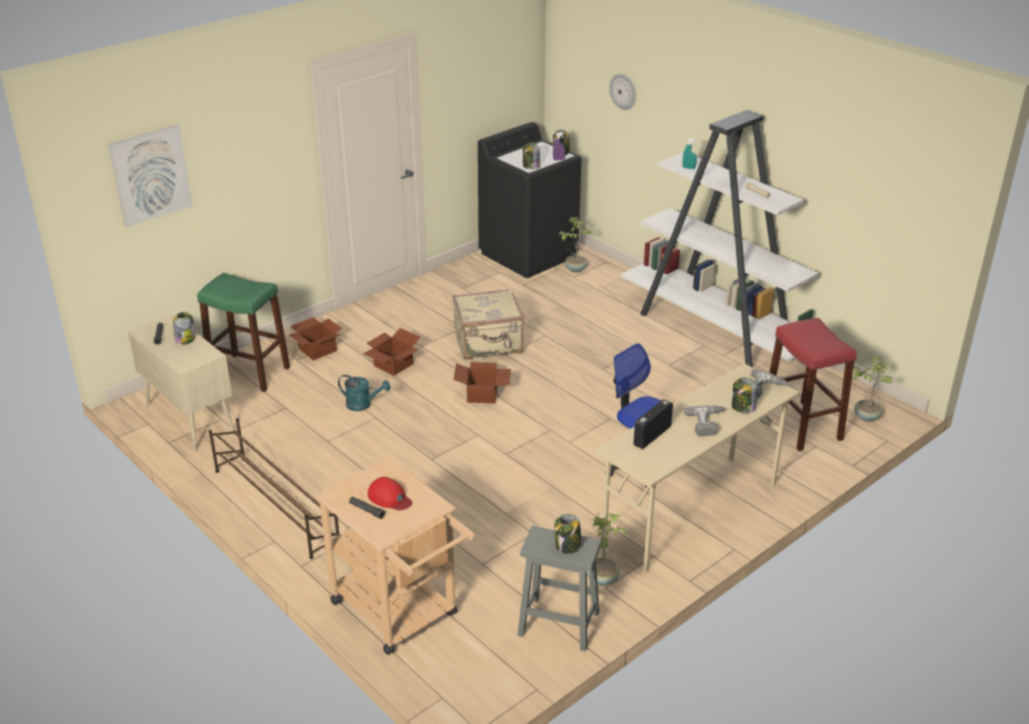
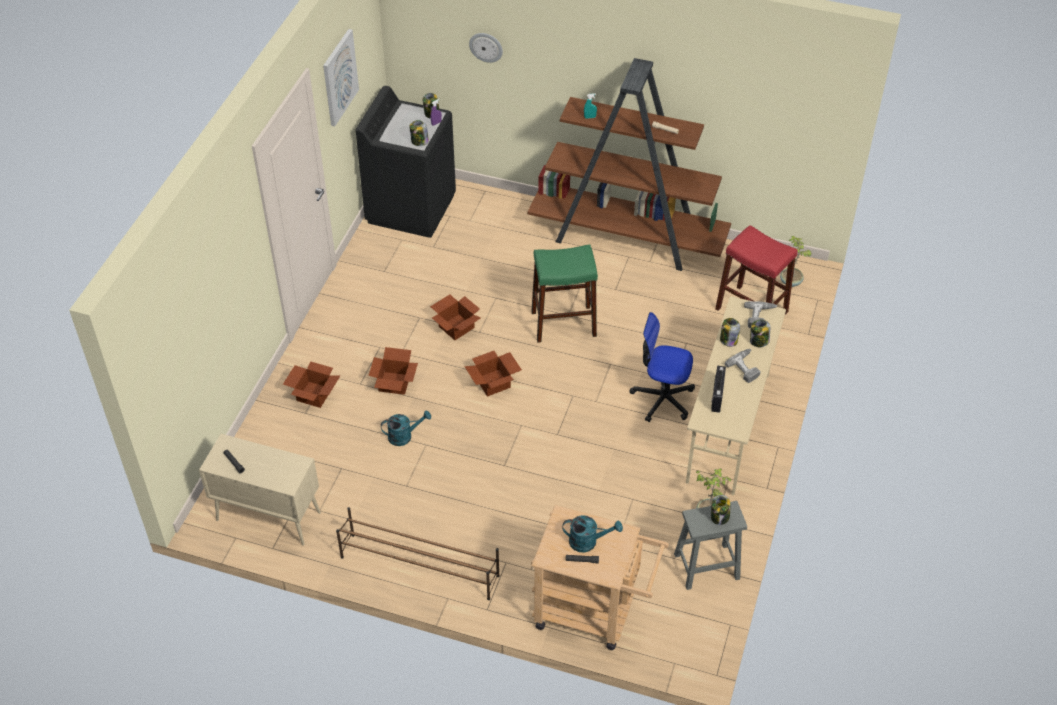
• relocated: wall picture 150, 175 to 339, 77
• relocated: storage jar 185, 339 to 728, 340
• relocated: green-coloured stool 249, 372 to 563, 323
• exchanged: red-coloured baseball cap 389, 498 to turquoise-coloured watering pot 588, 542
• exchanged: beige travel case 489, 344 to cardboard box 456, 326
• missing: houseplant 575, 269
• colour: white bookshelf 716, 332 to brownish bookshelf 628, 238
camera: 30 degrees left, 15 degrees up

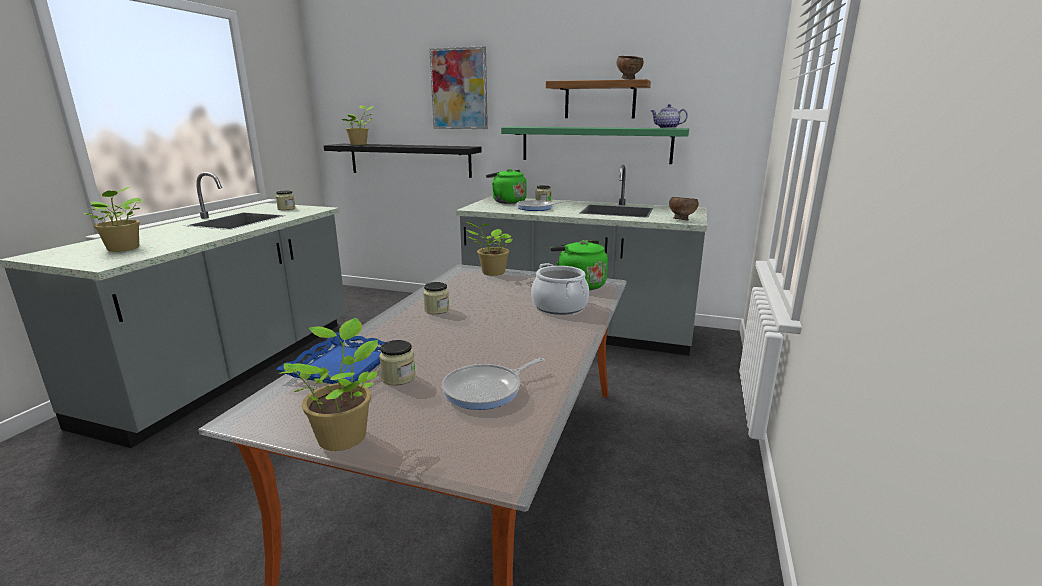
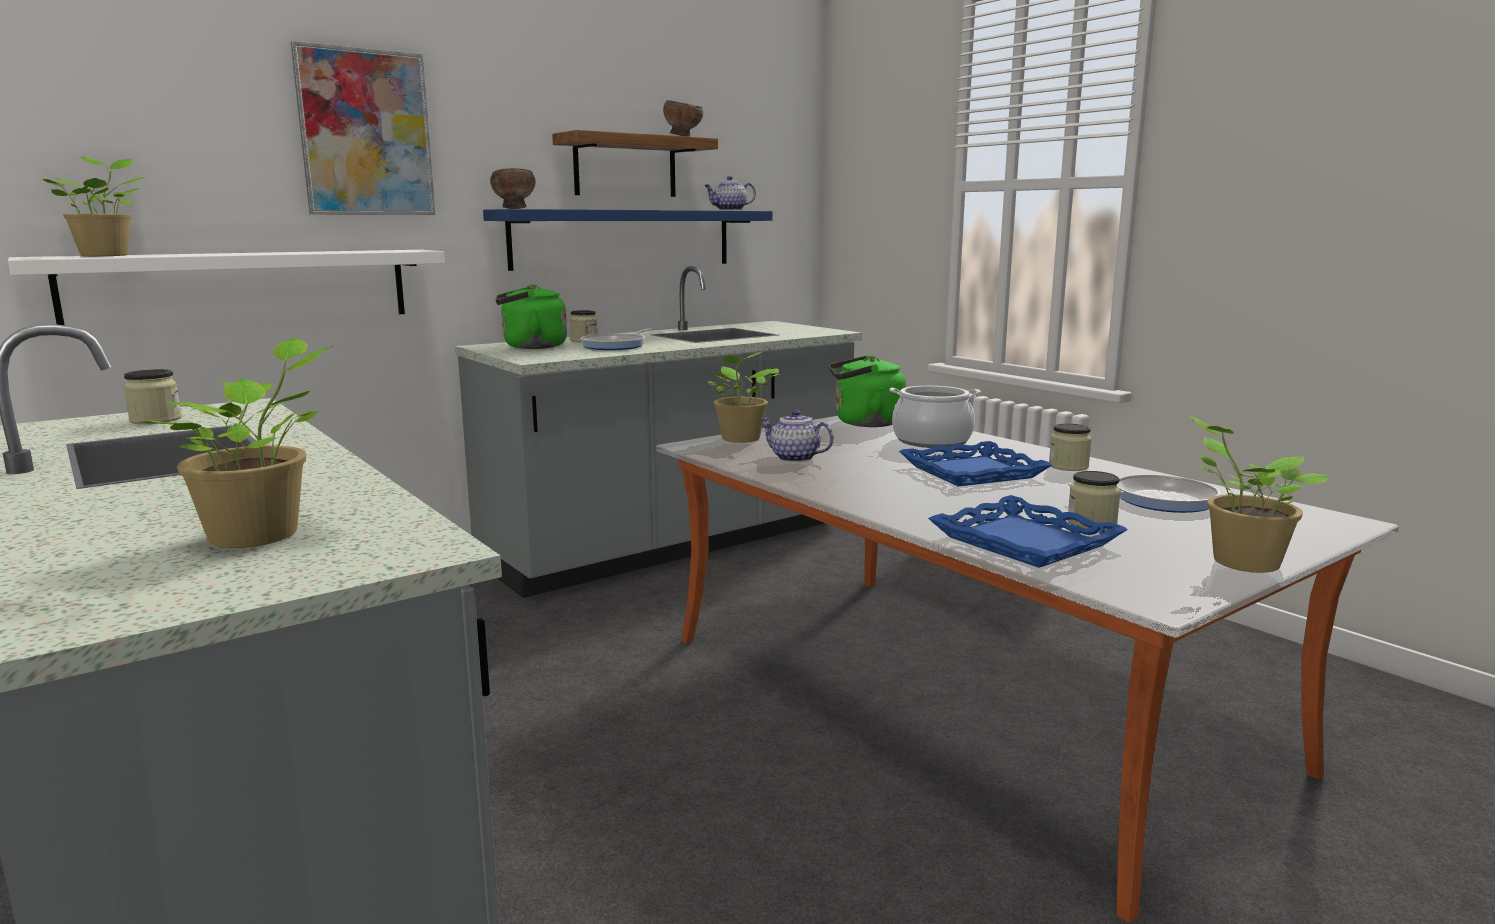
• colour: blackish bracket shelf 409, 160 to white bracket shelf 243, 288
• relocated: storage jar 437, 310 to 1068, 466
• spun: skillet 486, 390 = 1157, 500 90 degrees counterclockwise
• colour: green-coloured bracket shelf 595, 144 to bluish bracket shelf 624, 238
• relocated: brownish deep dish 681, 220 to 513, 209
• appeared: teapot 793, 458
• appeared: bluish serving tray 972, 472
camera: 55 degrees left, 5 degrees down

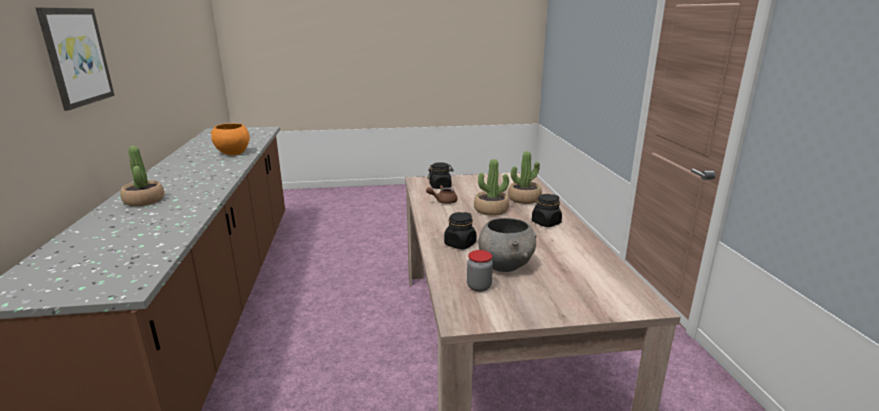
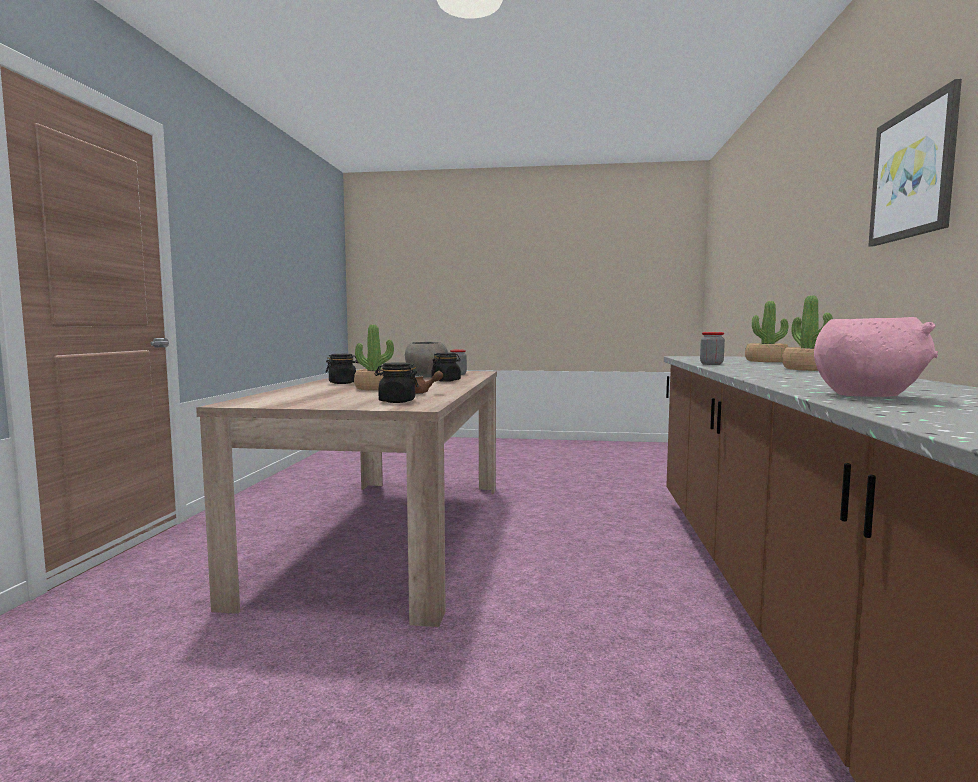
• colour: orange deep dish 233, 153 to pink-coloured deep dish 867, 395
• relocated: houseplant 524, 199 to 766, 361
• appeared: storage jar 711, 364
camera: 165 degrees left, 15 degrees down

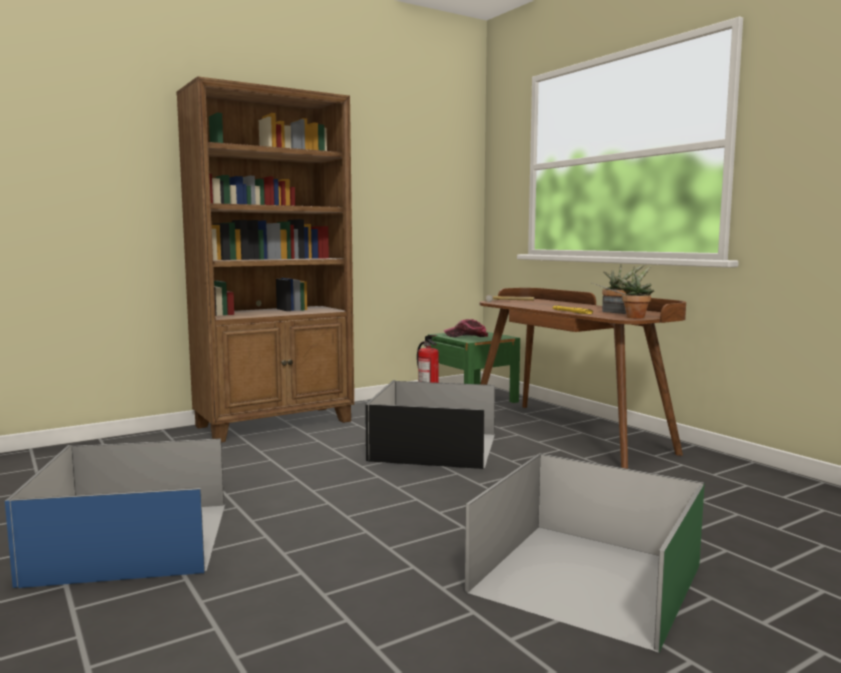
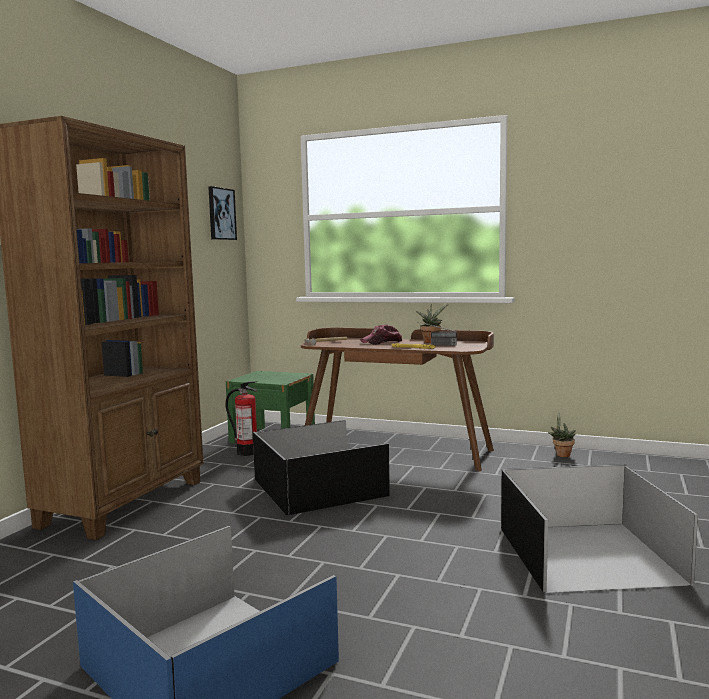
• relocated: baseball cap 466, 336 to 382, 342
• colour: green-coloured storage bin 583, 578 to blackish storage bin 585, 555
• relocated: houseplant 635, 317 to 561, 454
• appeared: wall picture 221, 214
camera: 35 degrees left, 0 degrees up

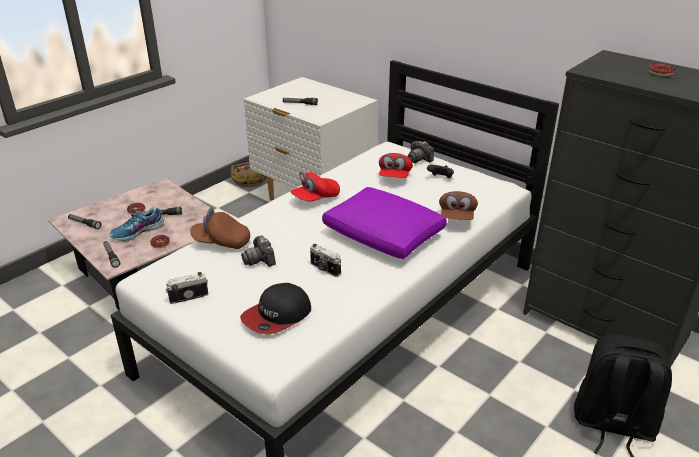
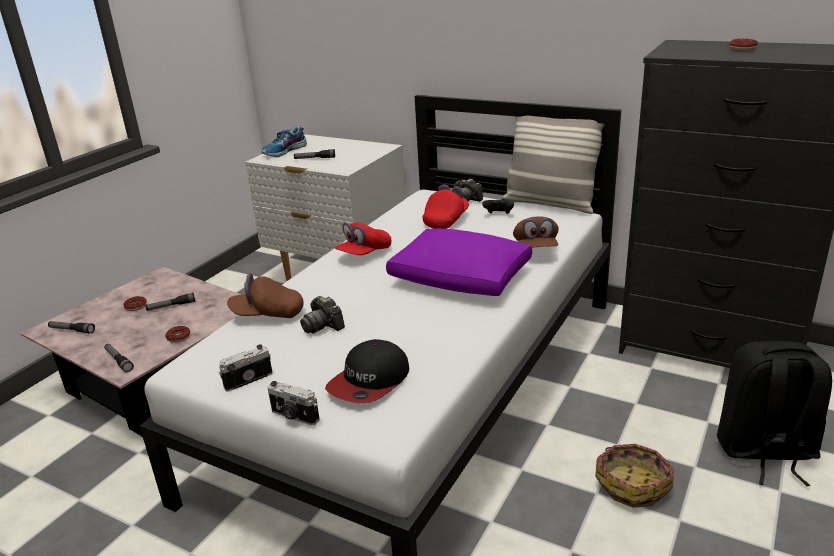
• relocated: item of footwear 138, 232 to 285, 151
• relocated: household basket 250, 179 to 632, 484
• relocated: still camera 324, 269 to 294, 416
• spun: red-coloured baseball cap 394, 176 = 446, 220 150 degrees counterclockwise
• appeared: pillow 549, 204
camera: 10 degrees left, 5 degrees down

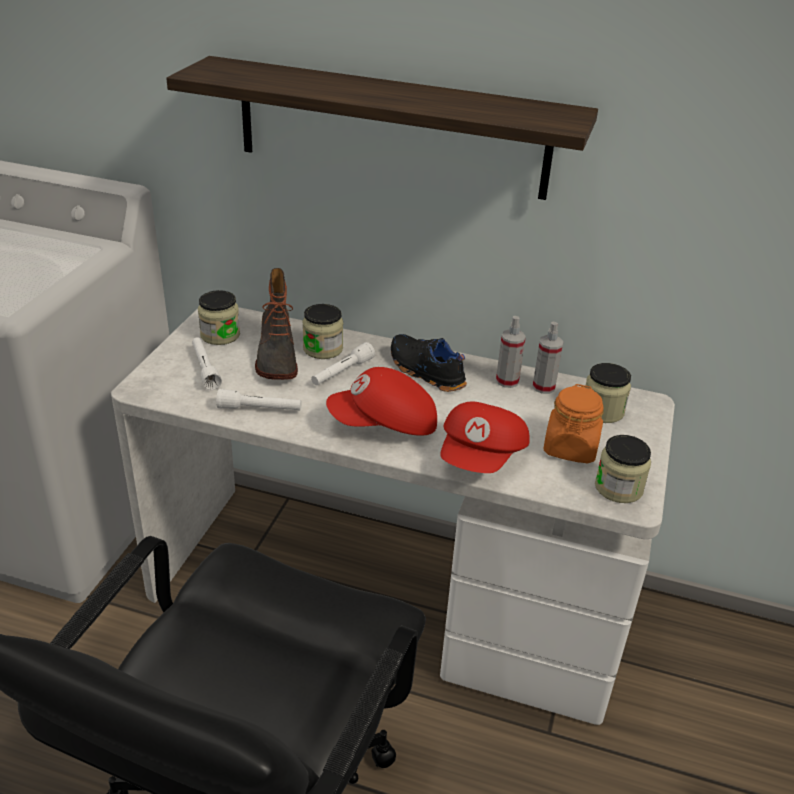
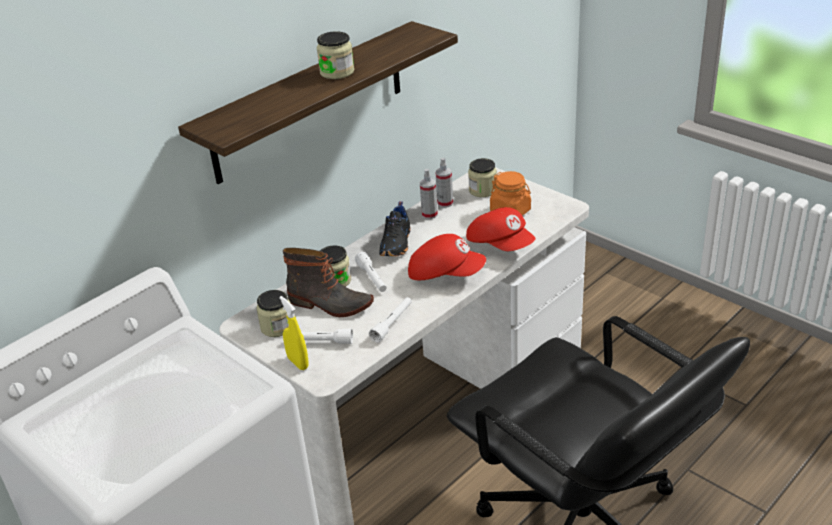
• spun: red-coloured baseball cap 384, 425 = 445, 274 90 degrees counterclockwise
• spun: blackish item of footwear 425, 372 = 397, 243 60 degrees counterclockwise
• relocated: storage jar 618, 488 to 337, 72
• appeared: yellow hand sprayer 298, 363
camera: 60 degrees left, 0 degrees up

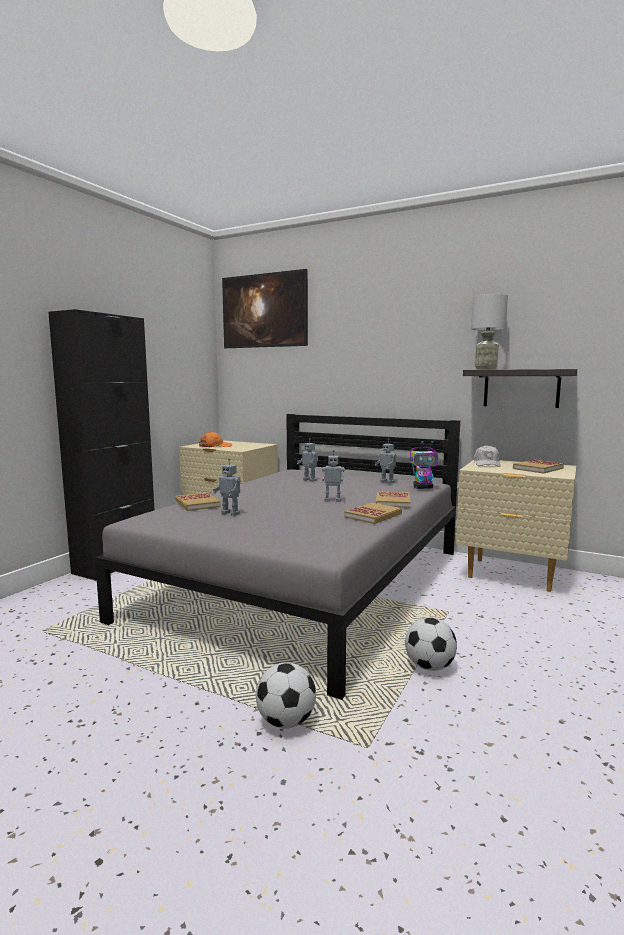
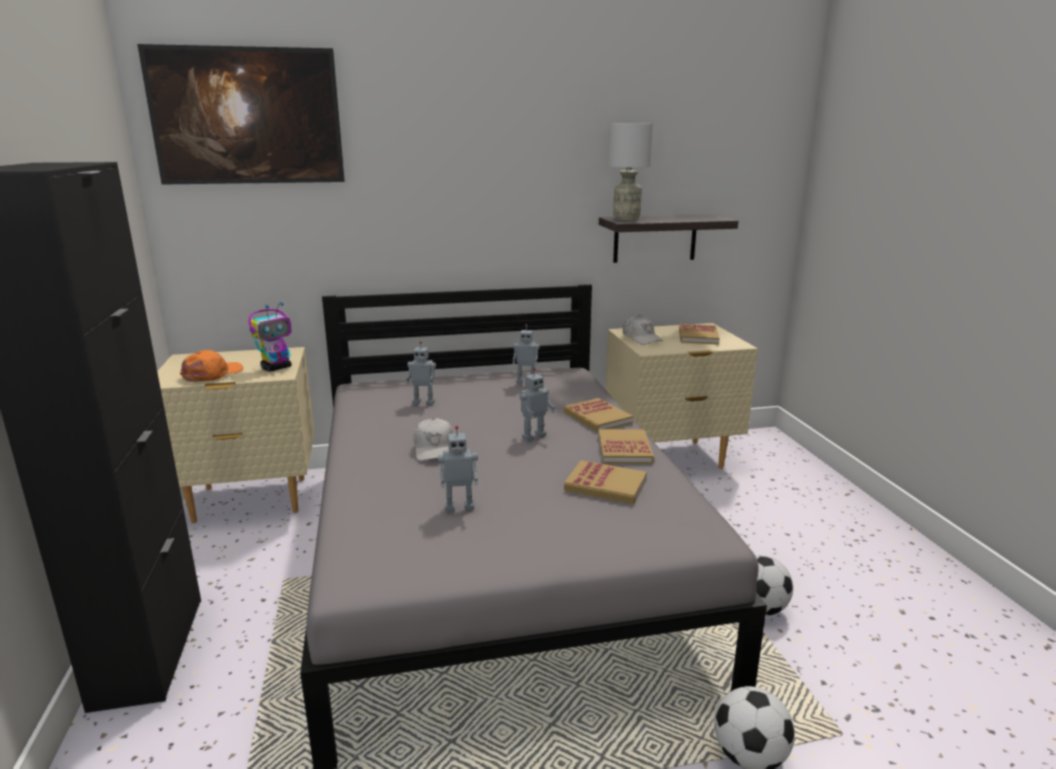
• relocated: bound book 197, 504 to 605, 485
• relocated: robot figure 423, 487 to 277, 368
• appeared: white baseball cap 434, 449
camera: 40 degrees left, 10 degrees up

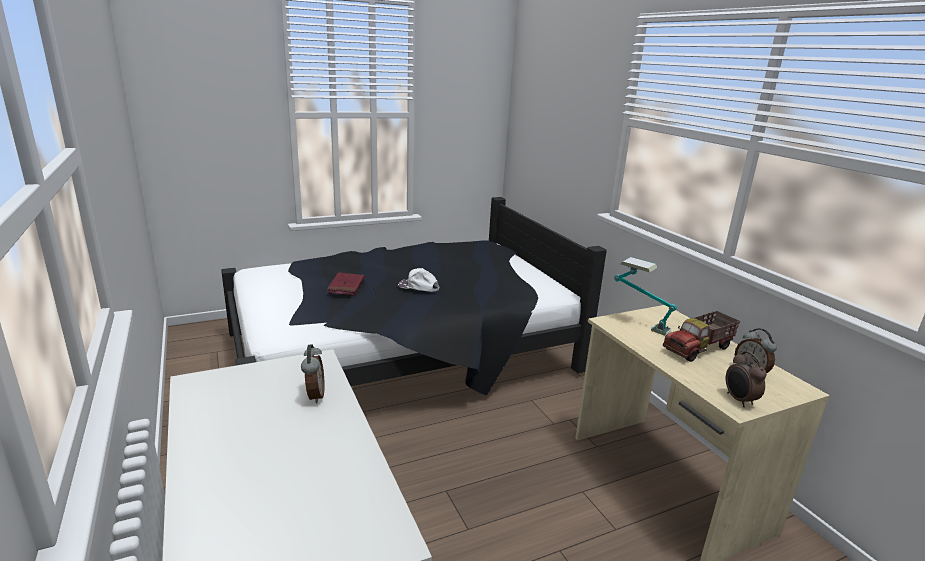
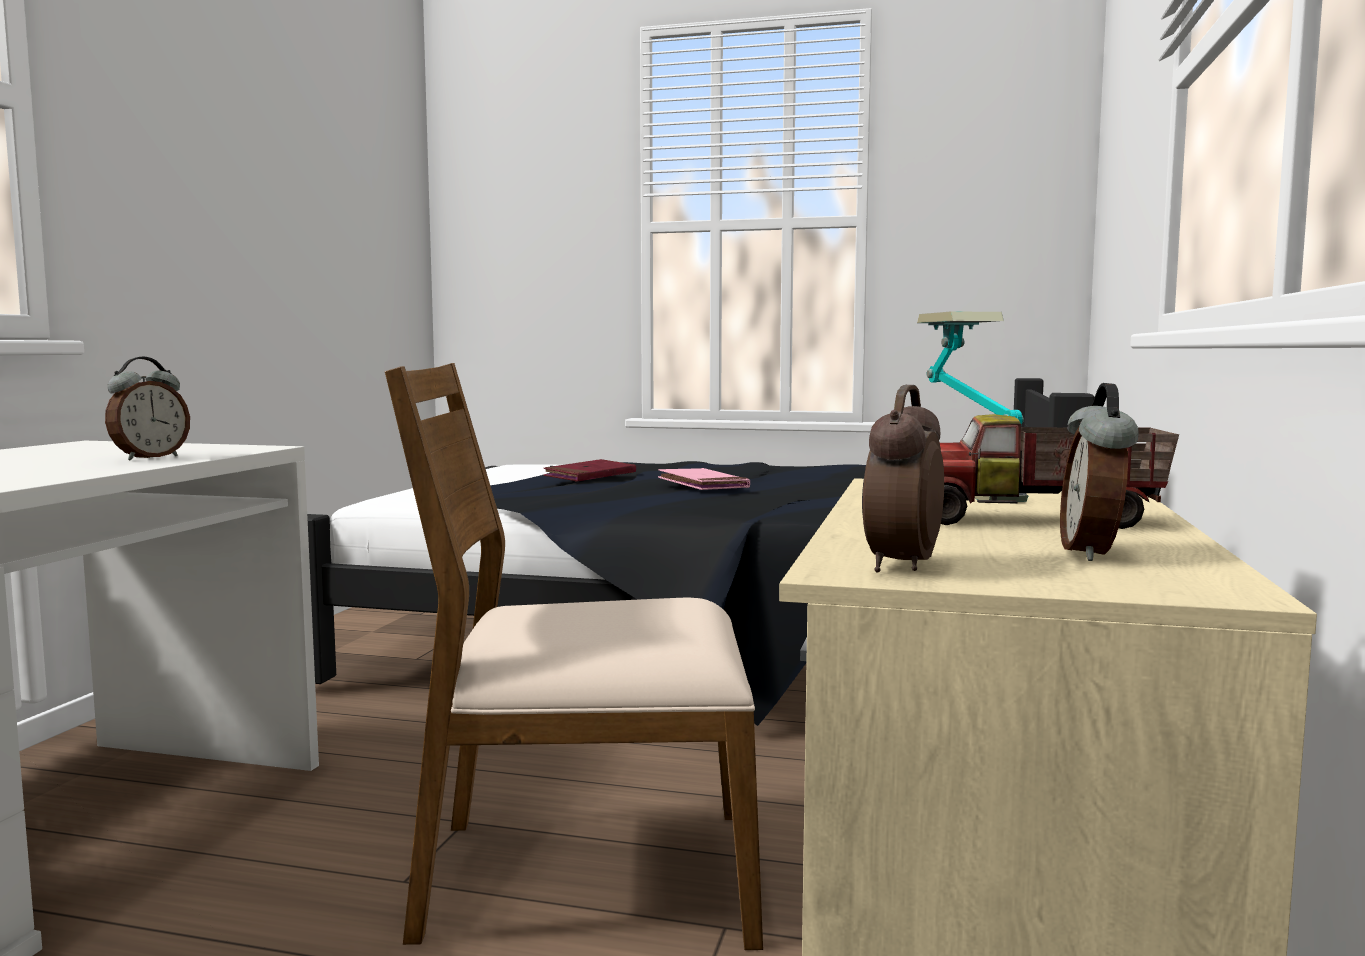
• exchanged: white baseball cap 418, 287 to pink-coloured bound book 703, 484
• appeared: brownish upright chair 587, 874
camera: 40 degrees right, 15 degrees down

